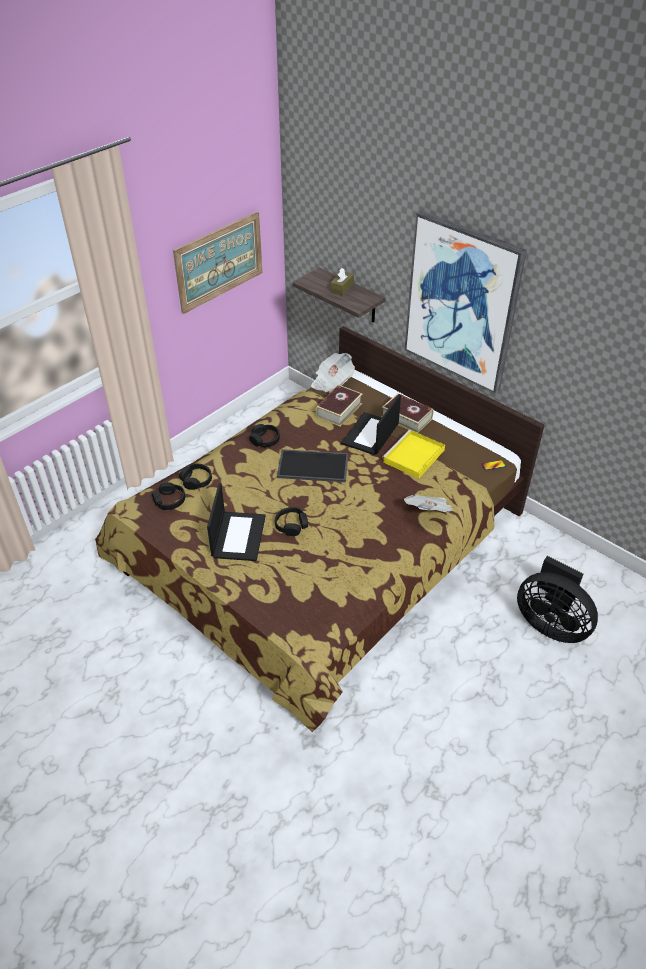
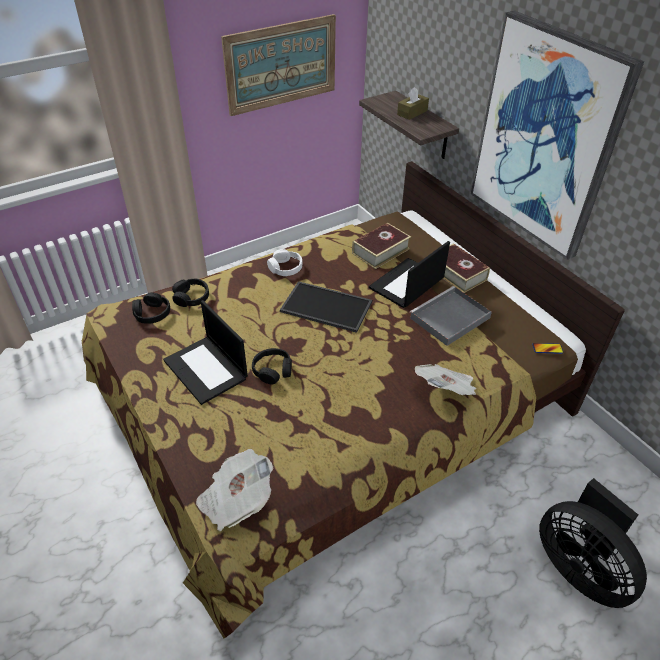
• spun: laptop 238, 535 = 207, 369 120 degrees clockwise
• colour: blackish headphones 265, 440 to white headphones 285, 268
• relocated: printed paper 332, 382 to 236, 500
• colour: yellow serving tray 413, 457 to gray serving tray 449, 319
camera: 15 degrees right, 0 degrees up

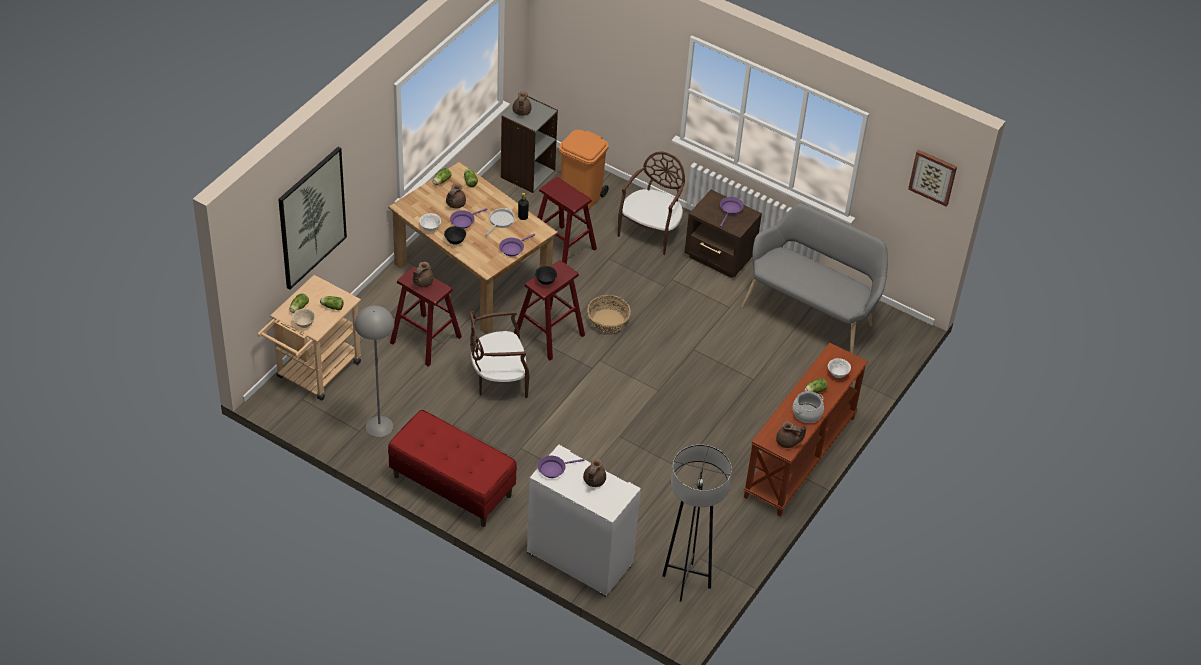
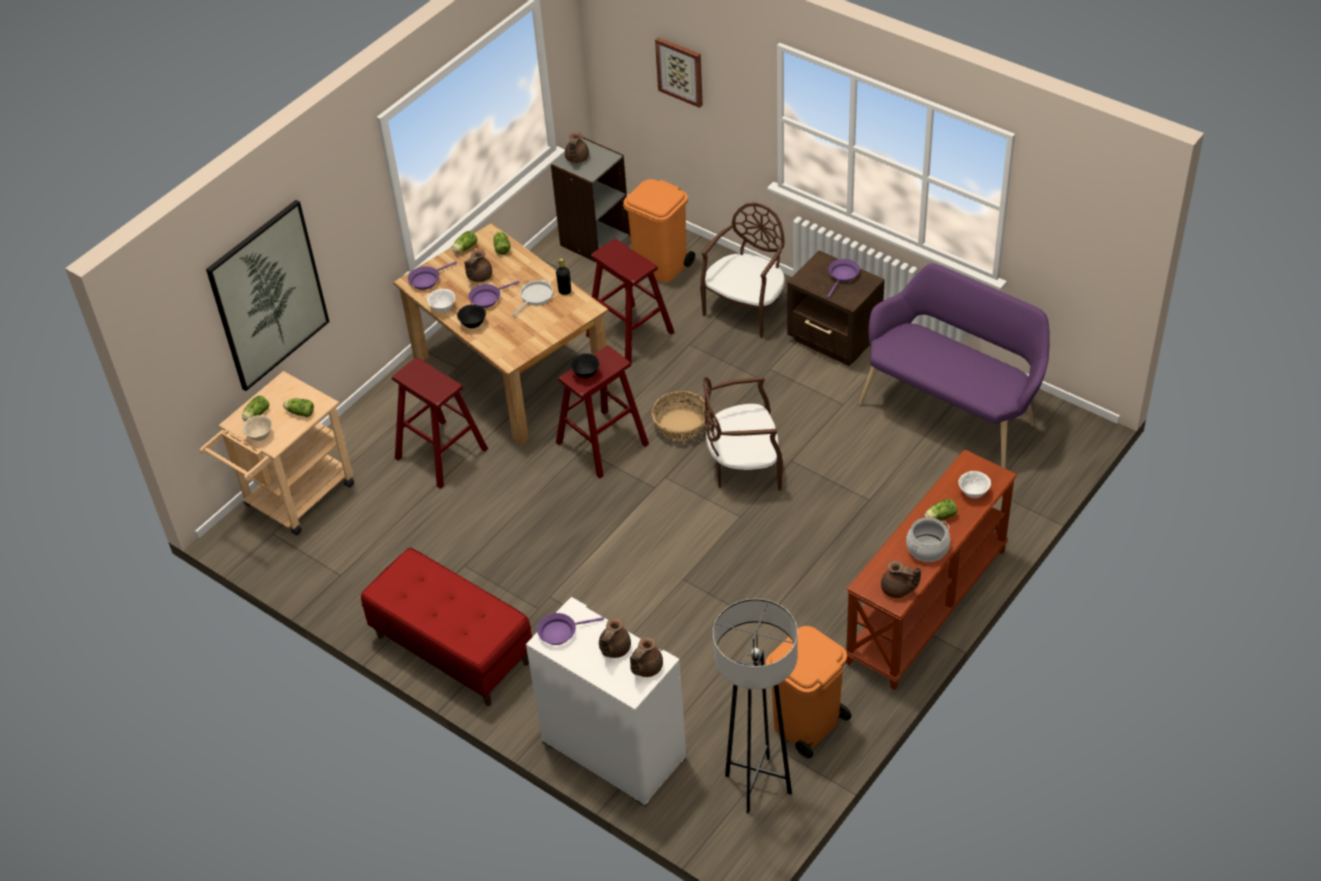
• missing: gray floor lamp 379, 426
• relocated: brownish teapot 422, 282 to 645, 668
• relocated: brownish upright chair 498, 379 to 743, 467
• relocated: purple-coloured skillet 513, 248 to 427, 280
• colour: gray long seat 811, 314 to purple-coloured long seat 953, 411
• relocated: wall picture 933, 177 to 680, 71
• appeared: orange trash can 806, 724
camera: 10 degrees right, 0 degrees up

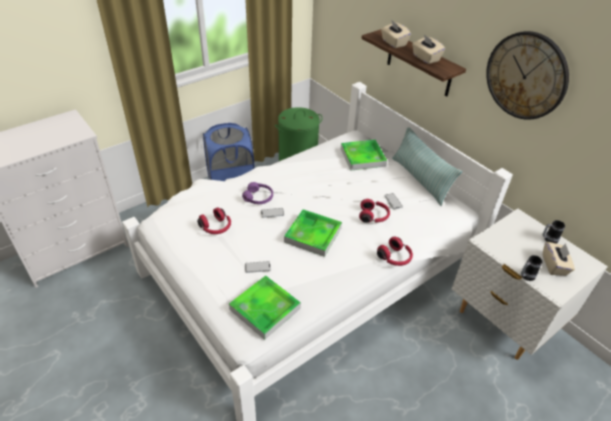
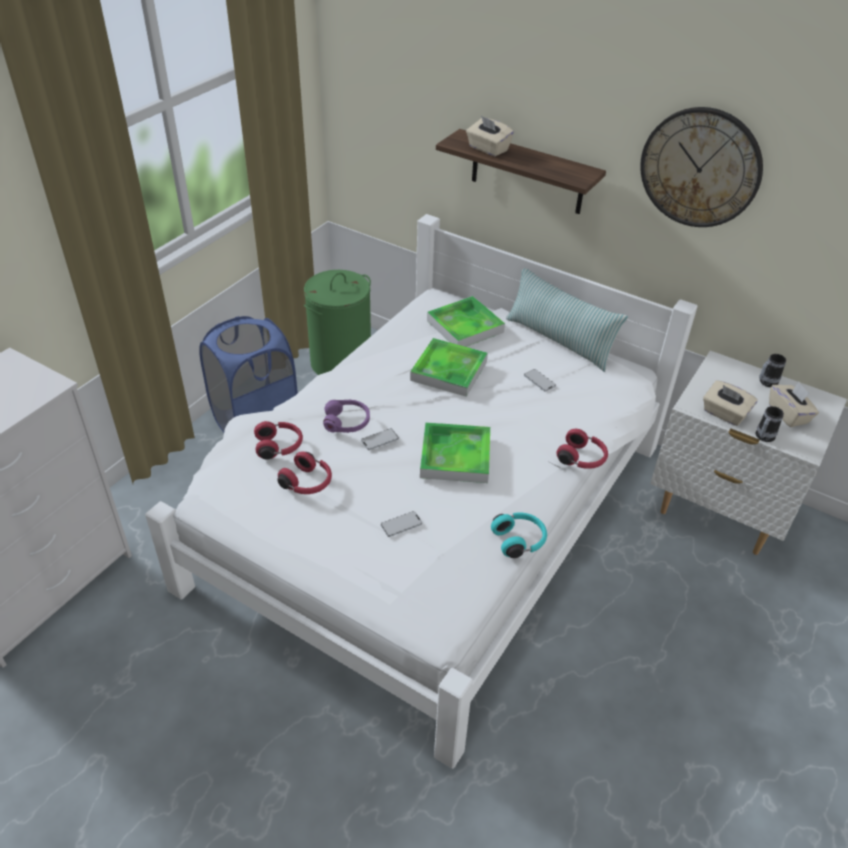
• relocated: serving tray 265, 309 to 449, 371
• relocated: red-coloured headphones 374, 216 to 279, 446
• relocated: beige tissue holder 425, 58 to 724, 414
• appeared: turquoise-coloured headphones 519, 540
camera: 20 degrees left, 0 degrees up

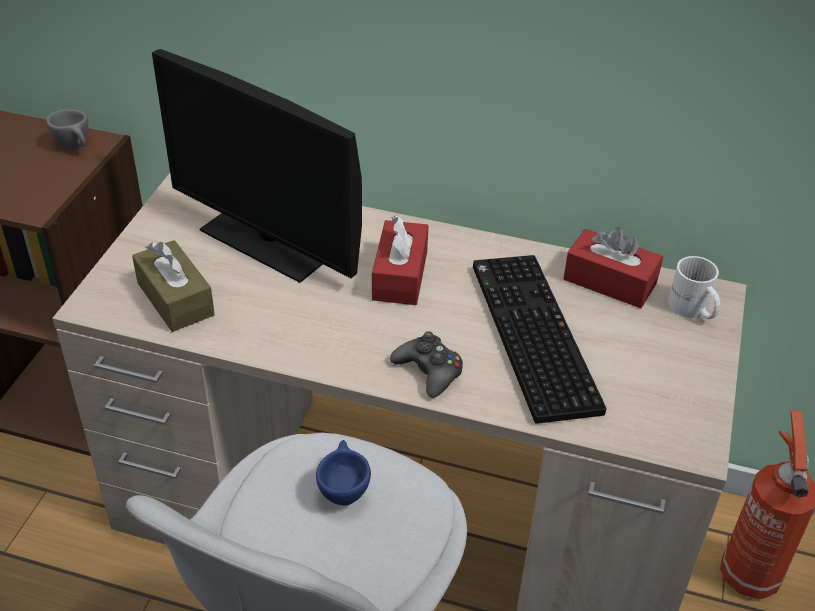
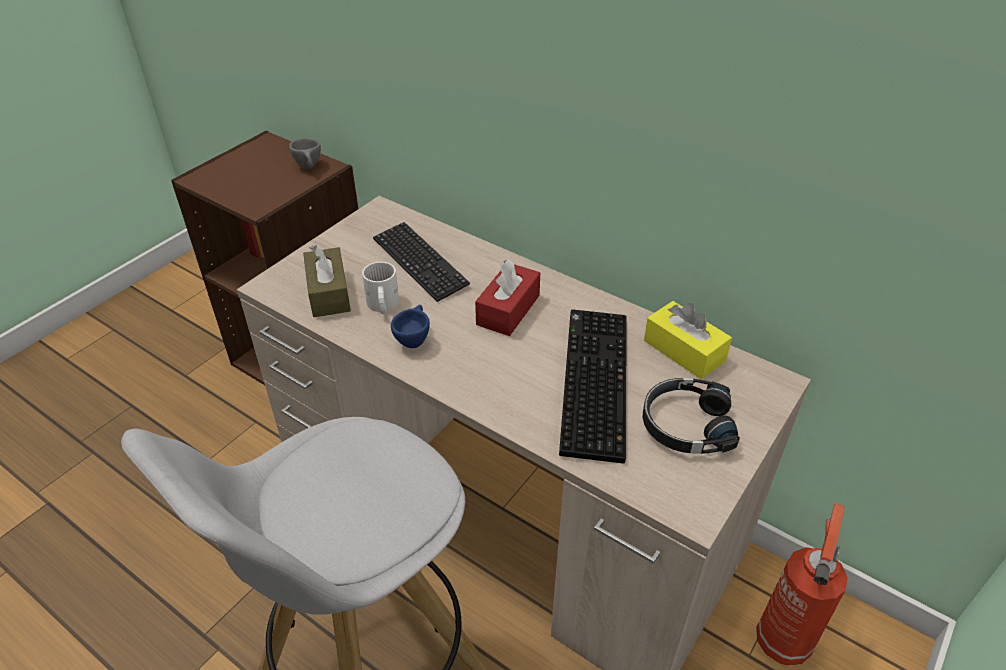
• exchanged: computer screen 268, 241 to computer keyboard 419, 263
• relocated: bluish drinking cup 342, 490 to 413, 339
• missing: blackish joypad 429, 371
• colour: red-coloured tissue holder 609, 281 to yellow tissue holder 684, 351
• relocated: white coffee mug 692, 310 to 381, 306
• appeared: blackish headphones 686, 424
camera: 20 degrees right, 0 degrees up

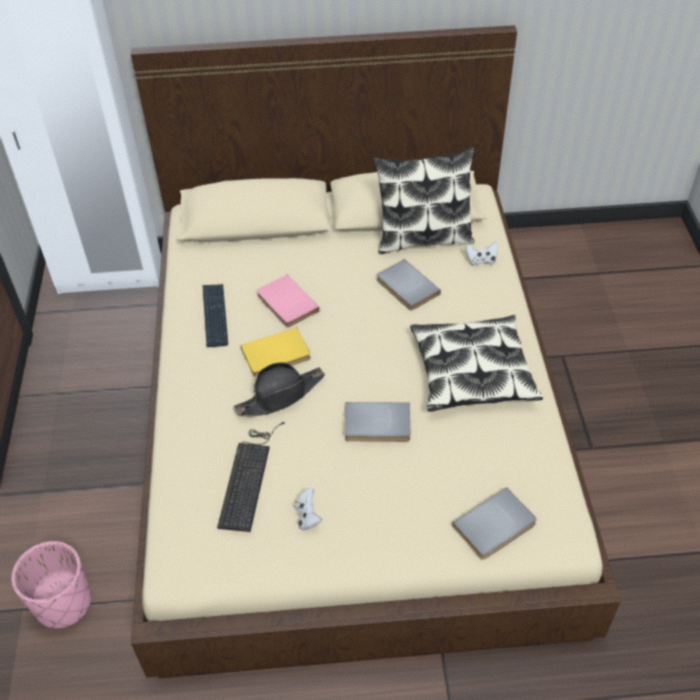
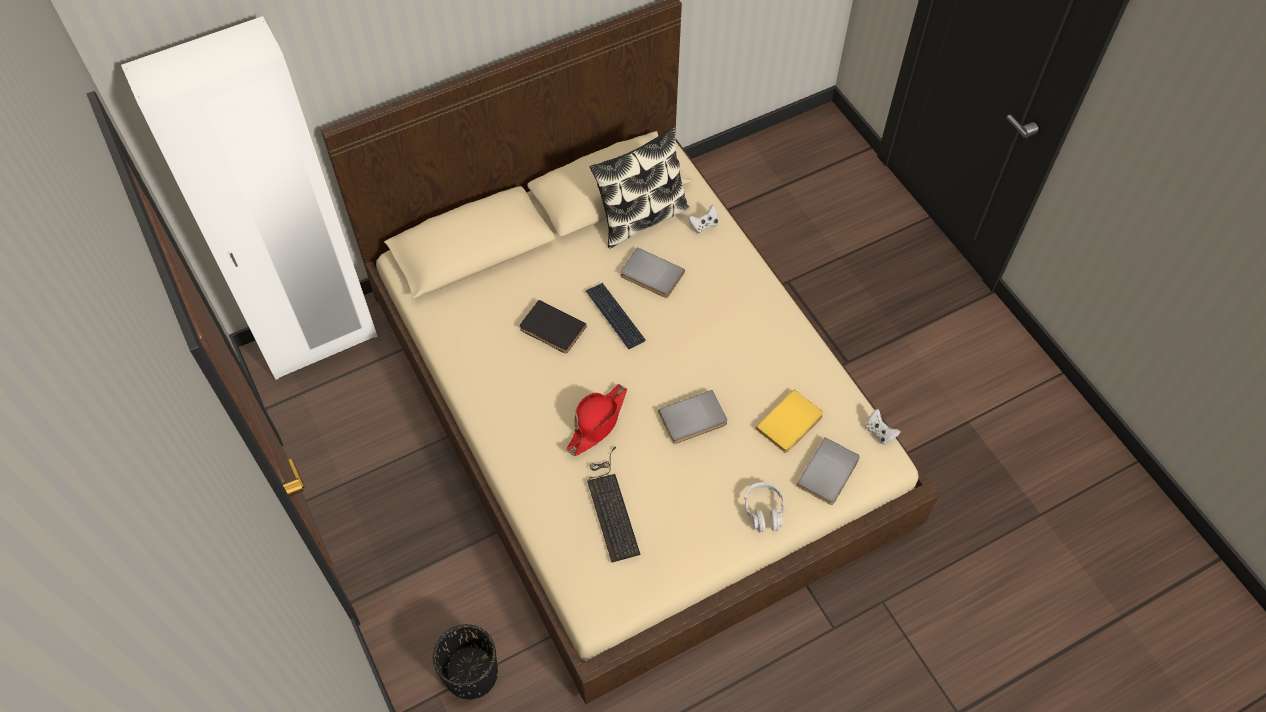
• colour: pink-coloured flower pot 63, 603 to blackish flower pot 471, 674
• relocated: computer keyboard 215, 315 to 615, 316
• colour: blackish wearable hat 280, 395 to red-coloured wearable hat 597, 422
• relocated: yellow bound book 276, 356 to 791, 424
• colour: pink-coloured bound book 285, 304 to blackish bound book 551, 329
• relocated: white joypad 307, 516 to 879, 432
• missing: pillow 472, 372
• appeared: gray headphones 764, 511
camera: 25 degrees left, 10 degrees up

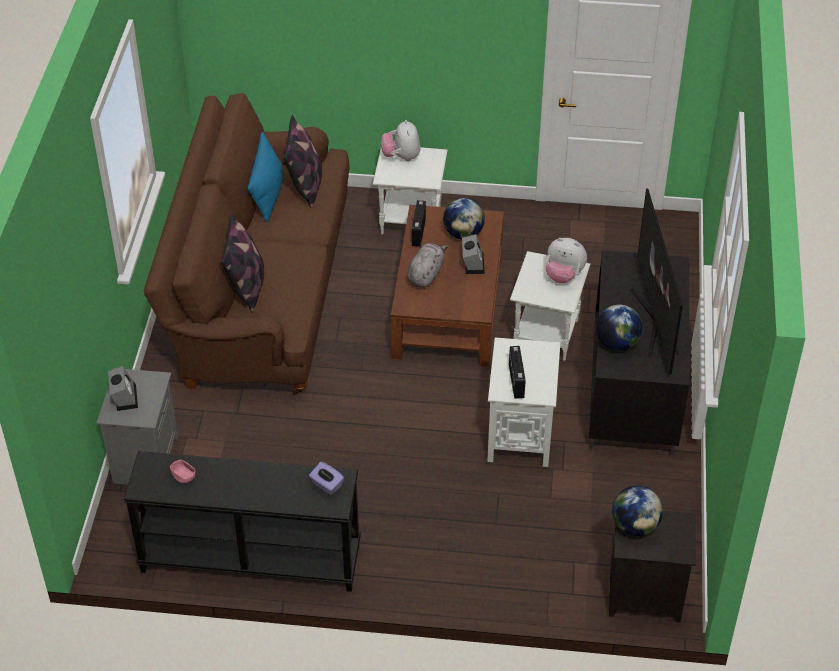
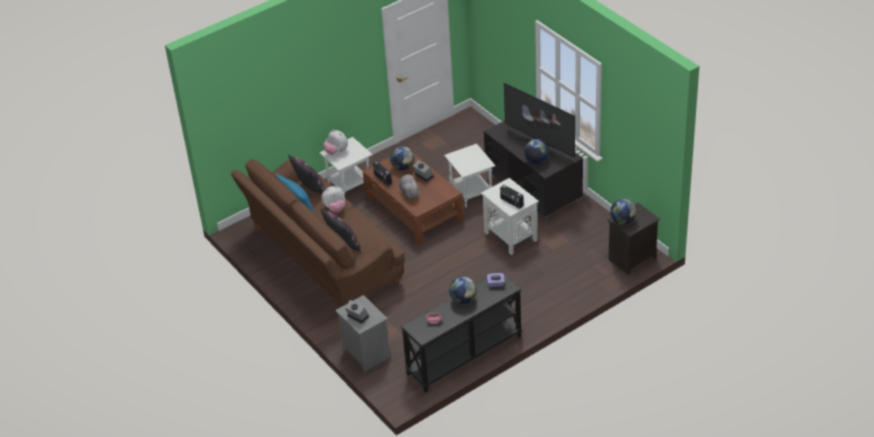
• relocated: plush toy 563, 275 to 335, 208
• appeared: desk globe 463, 299
camera: 40 degrees left, 5 degrees down

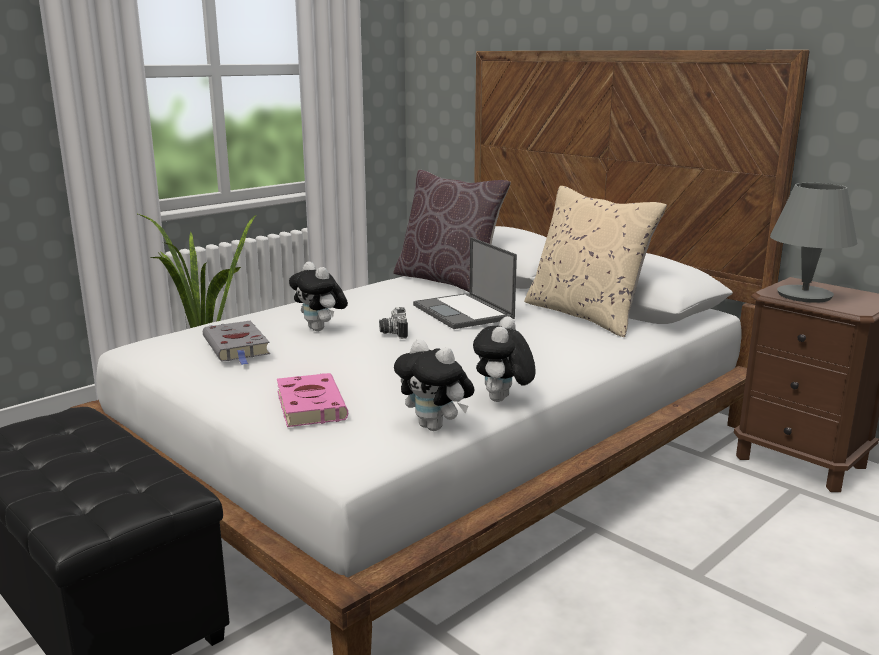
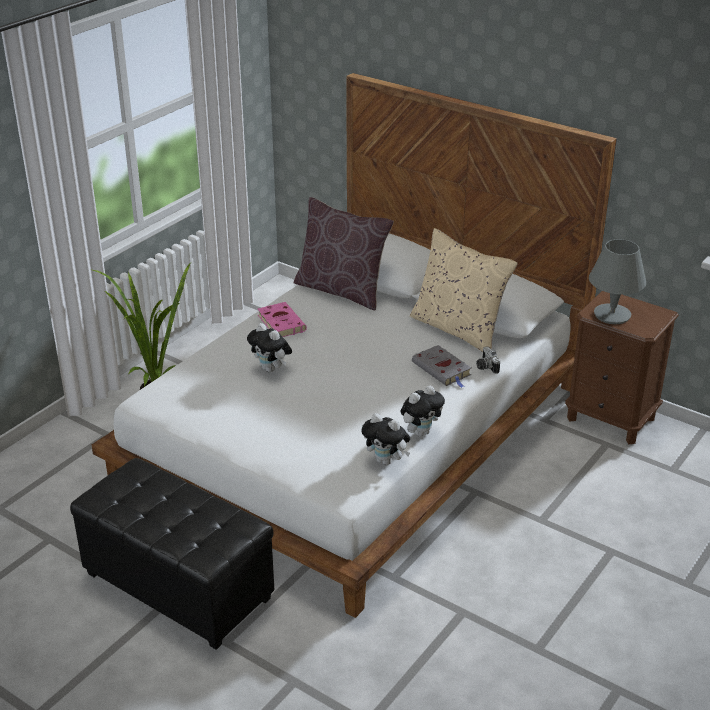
• relocated: gray bound book 237, 347 to 442, 370
• relocated: pink-coloured bound book 310, 404 to 280, 322
• relocated: still camera 392, 333 to 485, 367
• missing: laptop 464, 312
• spun: plush toy 502, 400 = 421, 432 135 degrees counterclockwise
camera: 10 degrees left, 15 degrees up

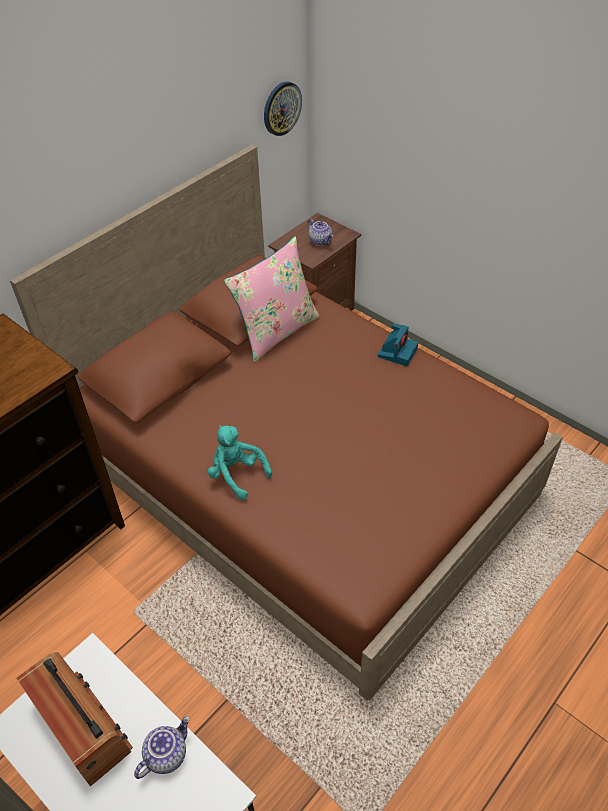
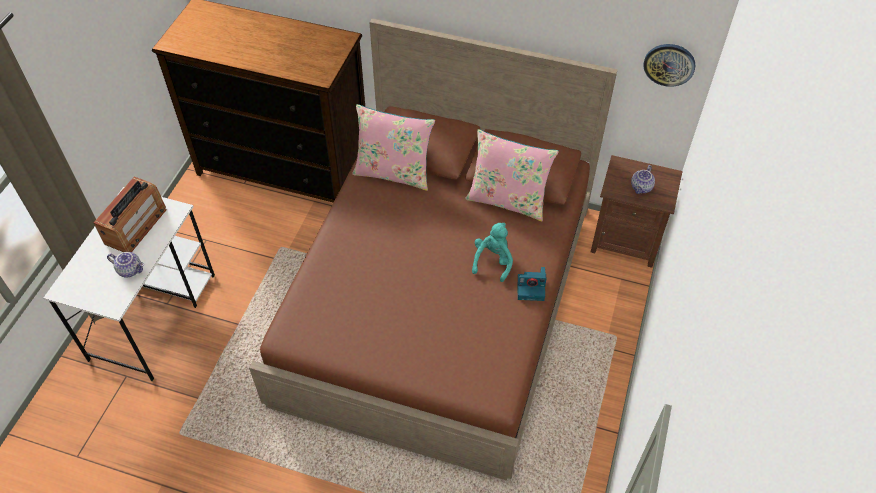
• relocated: turquoise-coloured plush toy 237, 474 to 493, 261
• appeared: pink-coloured pillow 394, 173
camera: 65 degrees right, 5 degrees up

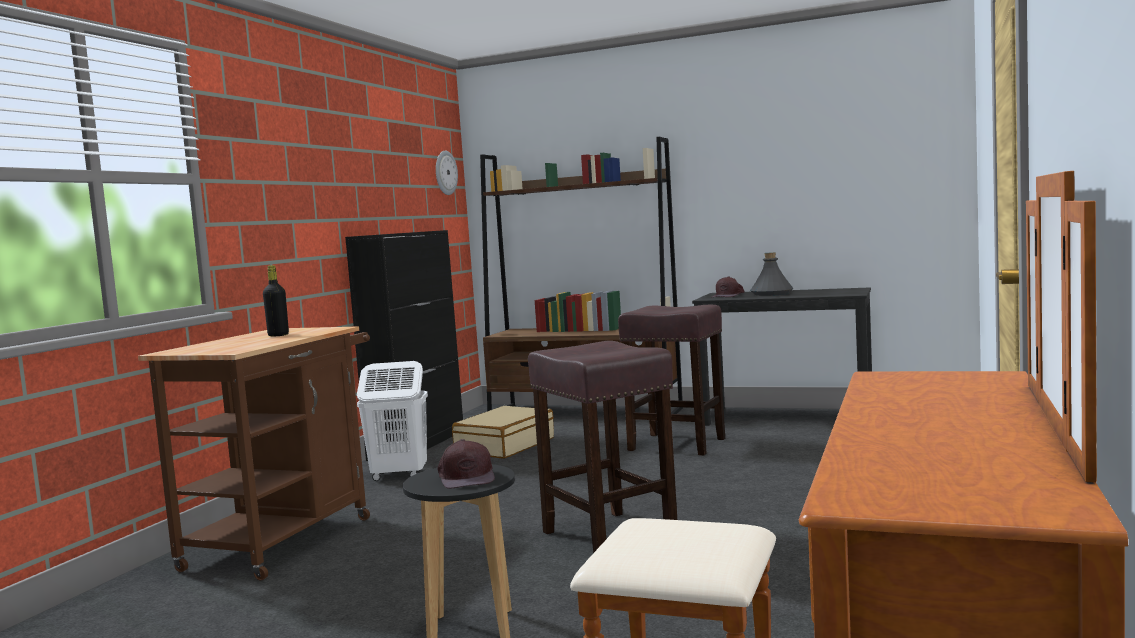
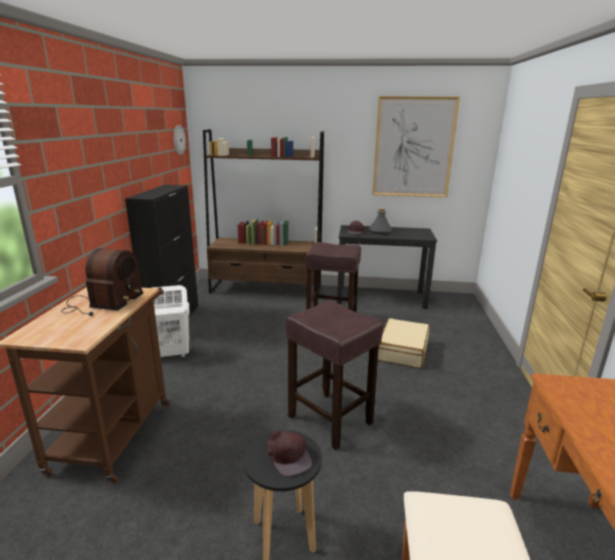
• exchanged: blackish drink bottle 278, 335 to radio 102, 303
• relocated: beige travel case 504, 445 to 402, 350
• appeared: wall picture 413, 148
camera: 15 degrees left, 15 degrees up

